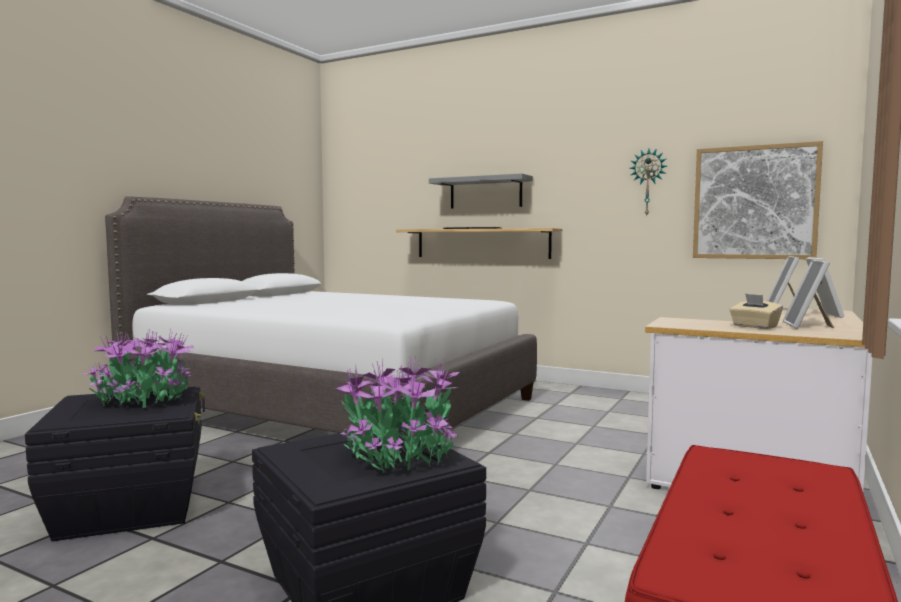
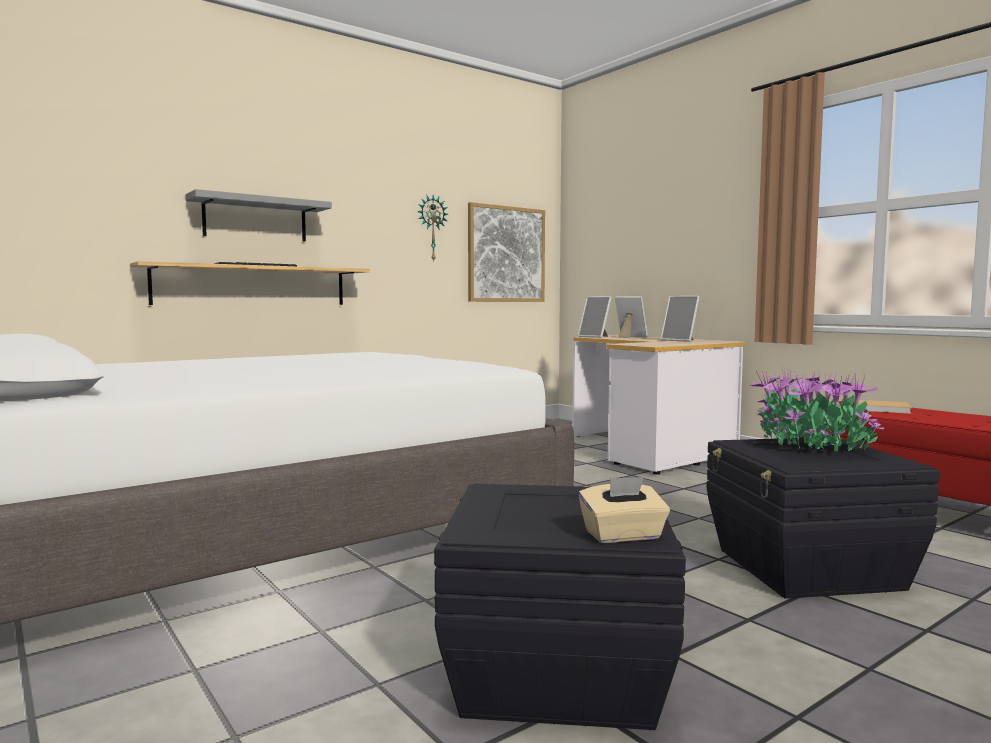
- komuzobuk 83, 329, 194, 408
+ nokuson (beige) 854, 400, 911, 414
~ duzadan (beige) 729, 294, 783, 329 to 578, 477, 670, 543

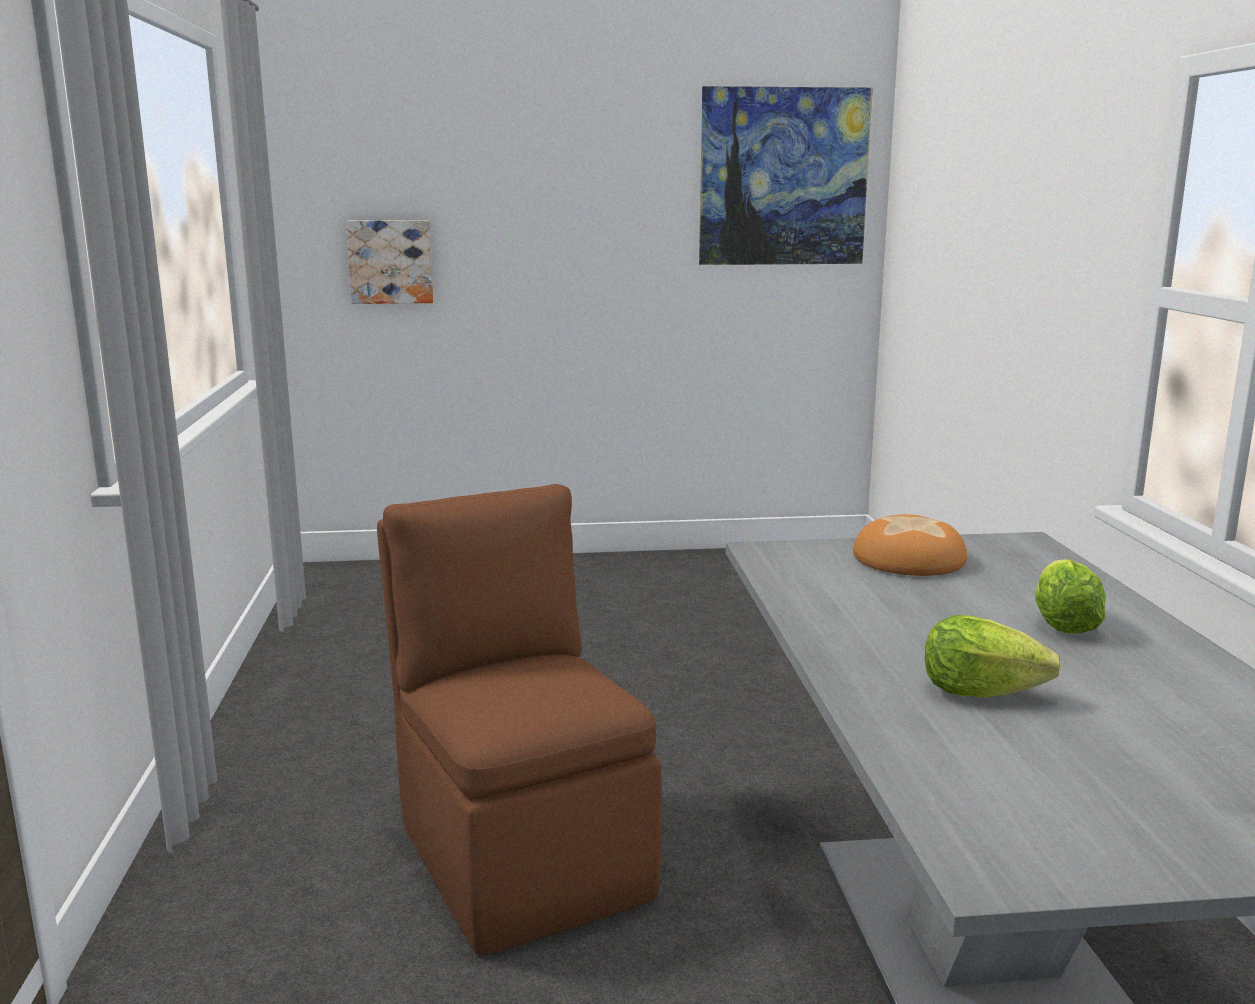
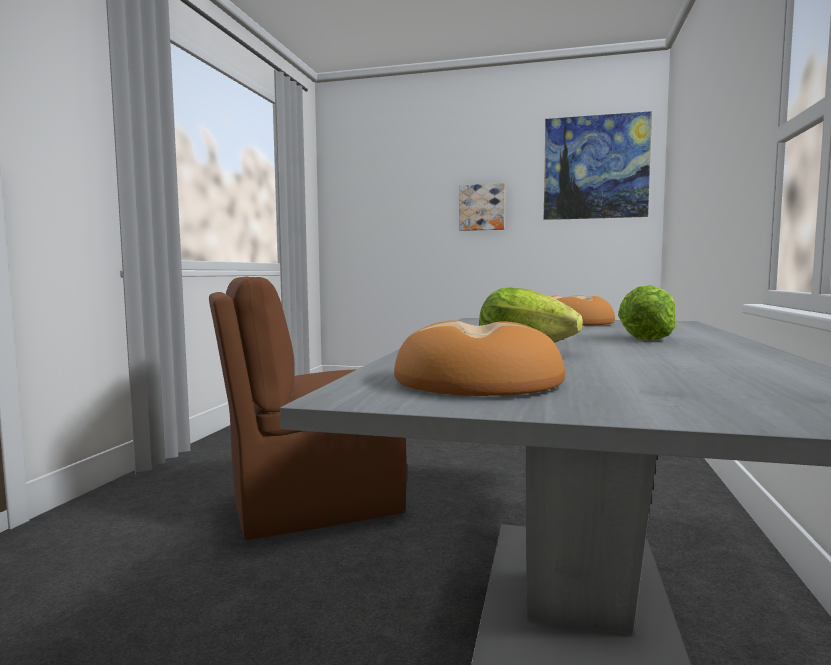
+ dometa 394, 320, 565, 396
~ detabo 346, 220, 434, 304 to 459, 183, 505, 231
~ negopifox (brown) 377, 484, 662, 956 = 209, 276, 407, 541 105 degrees counterclockwise

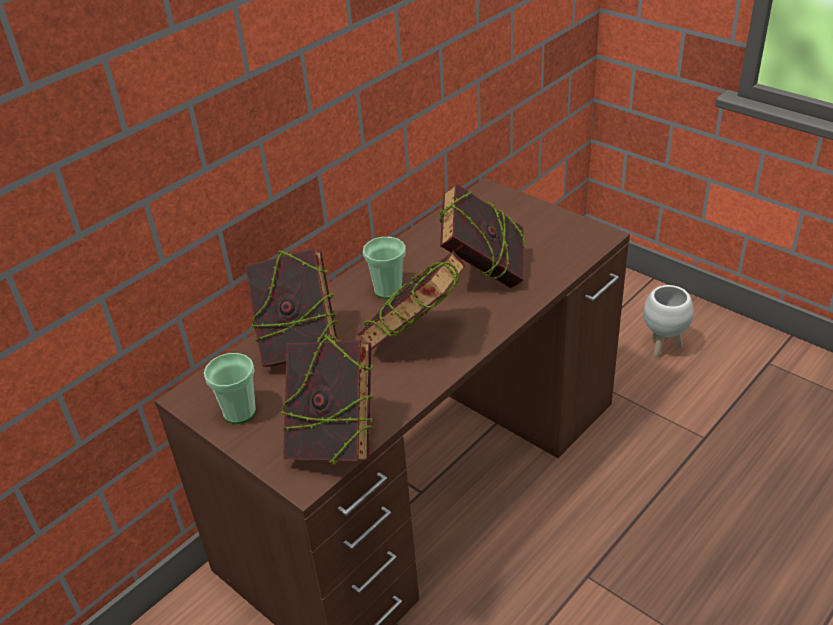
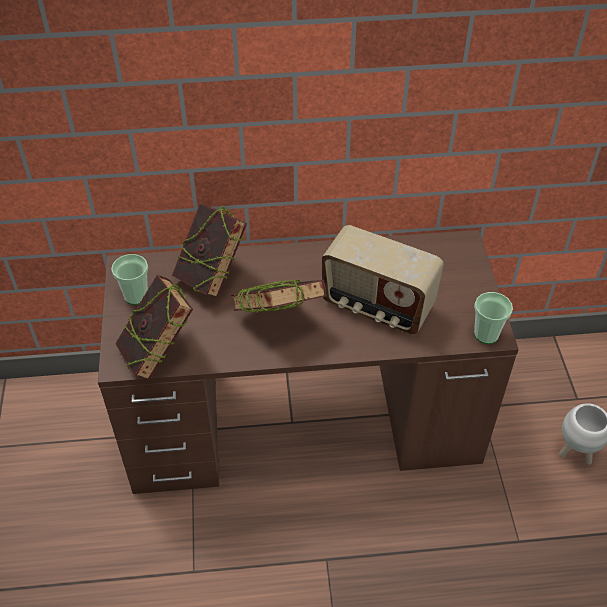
~ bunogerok 363, 237, 406, 299 to 474, 292, 513, 344
~ nokuson 439, 183, 526, 288 to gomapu 322, 225, 444, 335

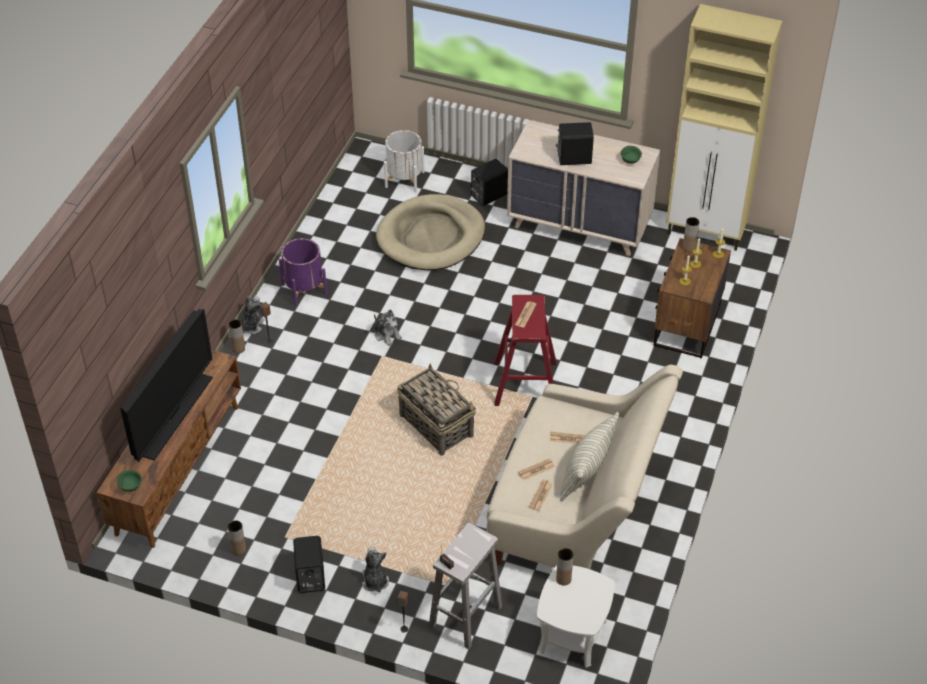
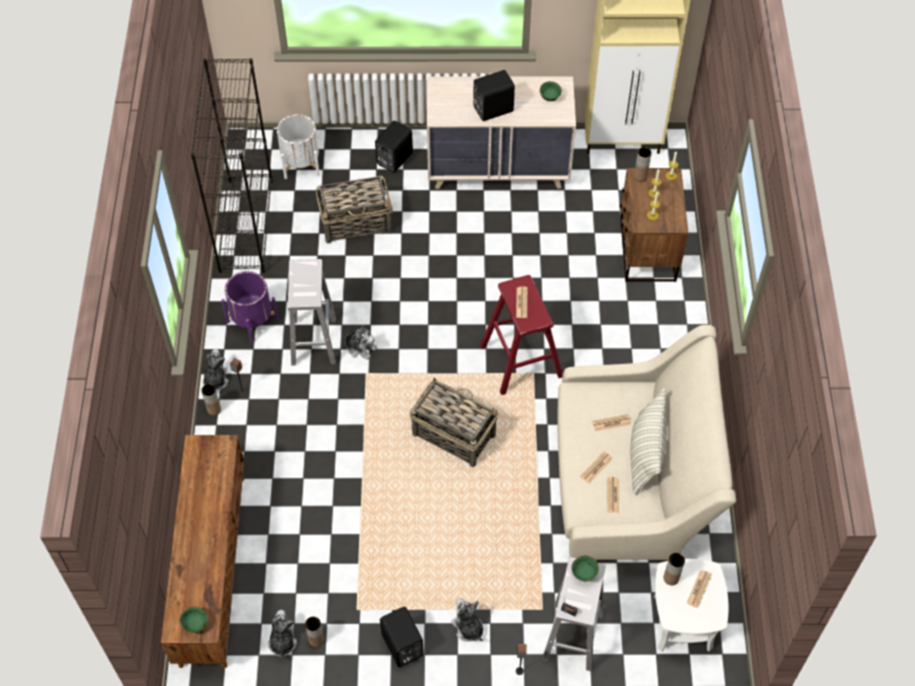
- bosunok 120, 309, 213, 462
+ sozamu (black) 191, 58, 273, 273
+ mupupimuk 268, 610, 297, 659
+ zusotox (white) 288, 259, 336, 365
+ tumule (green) 572, 555, 599, 581
+ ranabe 687, 570, 712, 608
~ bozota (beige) 376, 194, 485, 270 to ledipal 316, 176, 393, 244

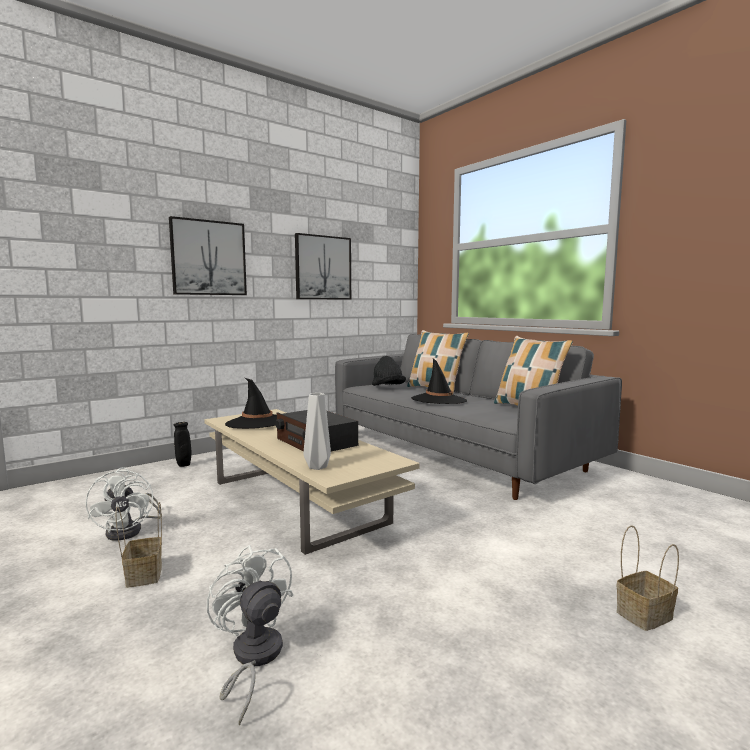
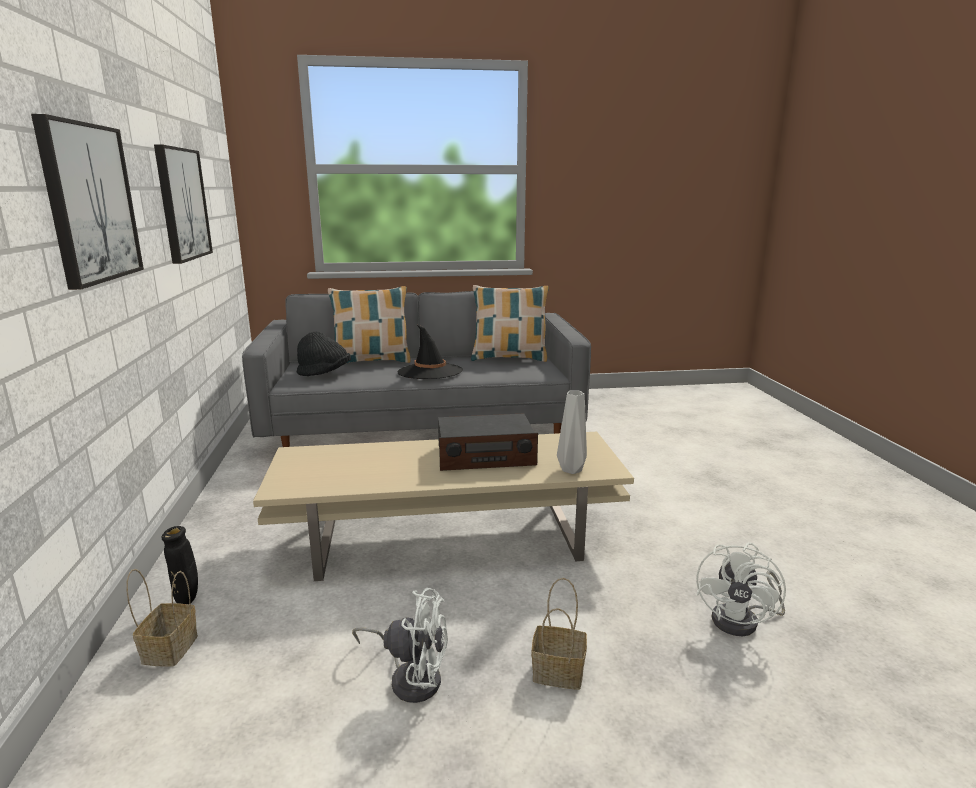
- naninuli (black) 225, 378, 277, 429
~ ledipal 617, 525, 679, 631 to 126, 569, 198, 666
~ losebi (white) 206, 545, 293, 726 = 696, 543, 786, 636 60 degrees counterclockwise

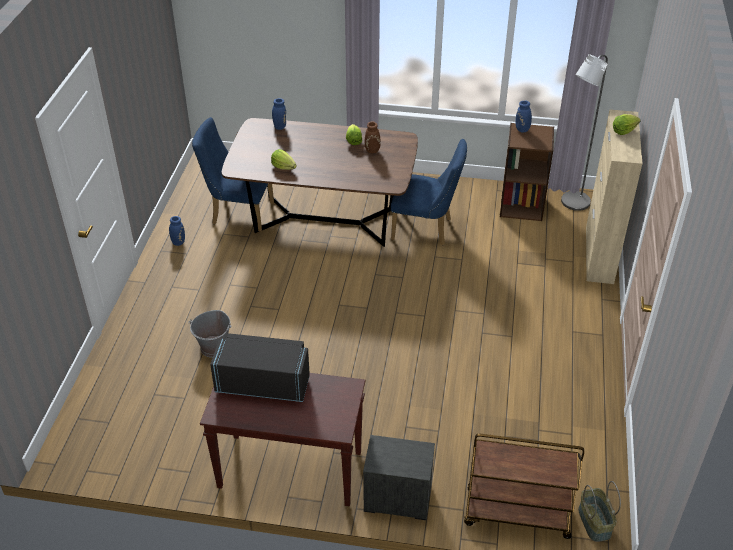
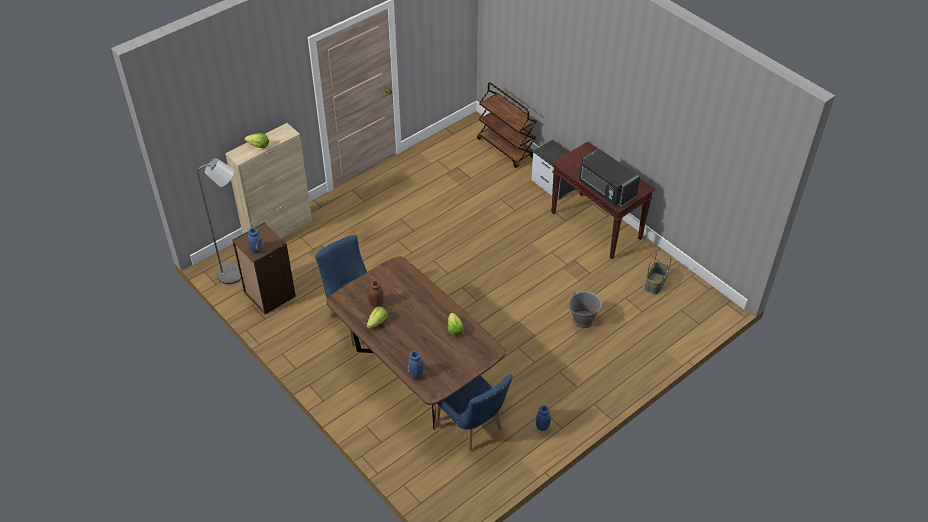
~ ledipal 578, 481, 621, 542 to 645, 252, 671, 294

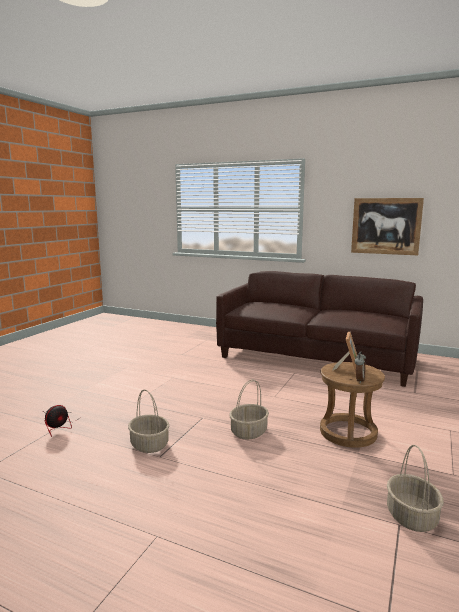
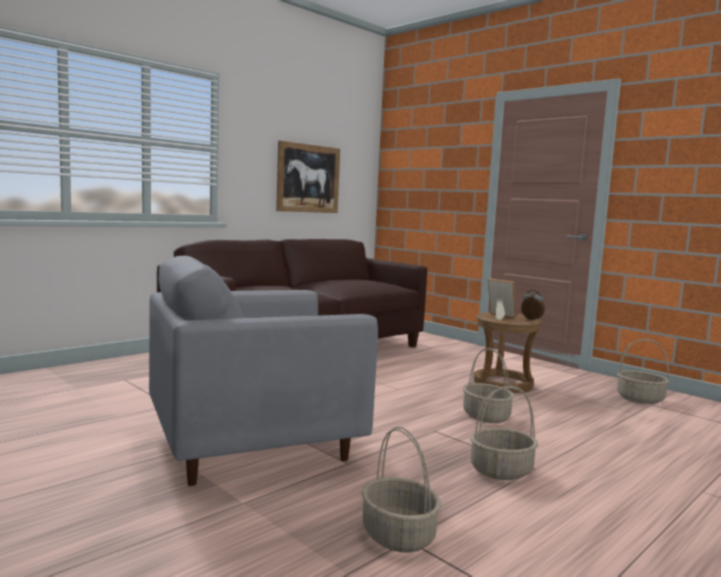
+ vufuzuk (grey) 149, 256, 378, 486
~ losebi 45, 405, 79, 437 to ledipal 362, 426, 441, 553

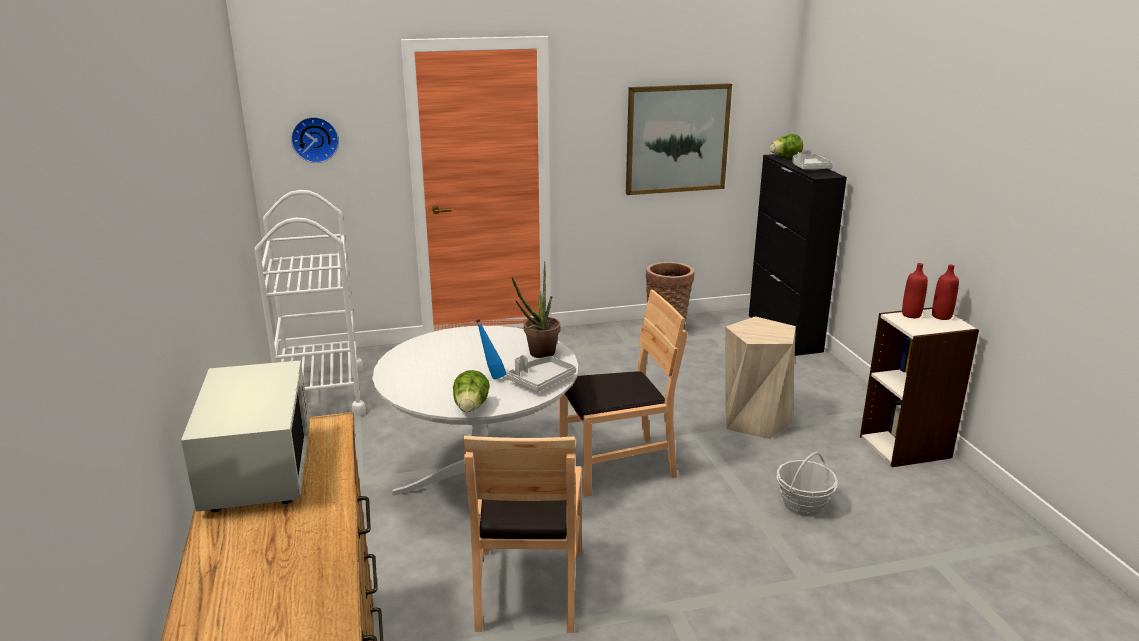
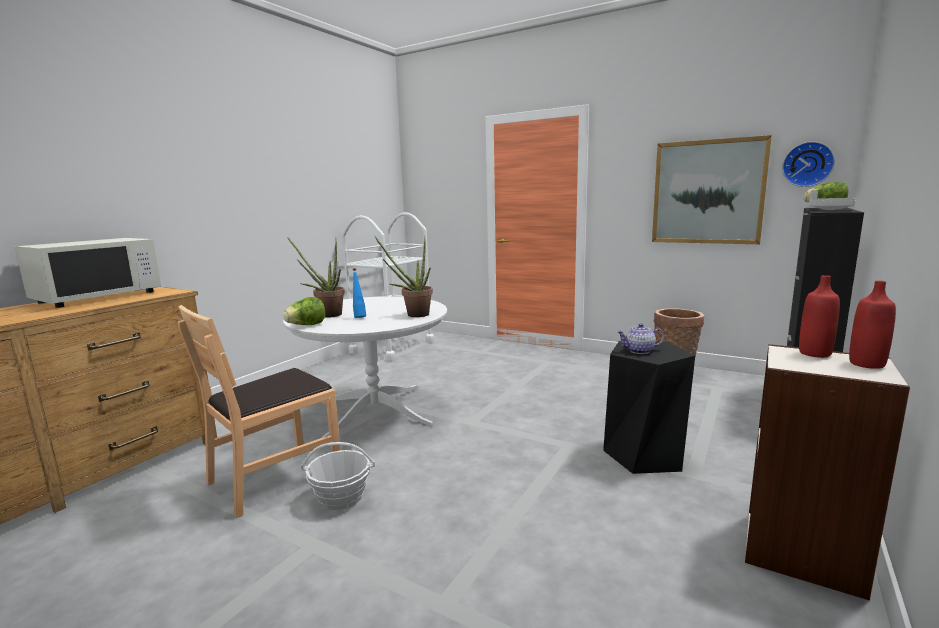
- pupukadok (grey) 507, 355, 576, 392
- negopifox (brown) 559, 290, 687, 497
+ komuzobuk 287, 237, 345, 318
+ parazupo 617, 323, 664, 354
~ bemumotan 291, 117, 339, 163 to 782, 142, 835, 187
~ ledipal 777, 452, 838, 516 to 301, 442, 375, 510
~ zusotox (beige) 725, 316, 796, 439 to zusotox (black) 603, 341, 695, 474

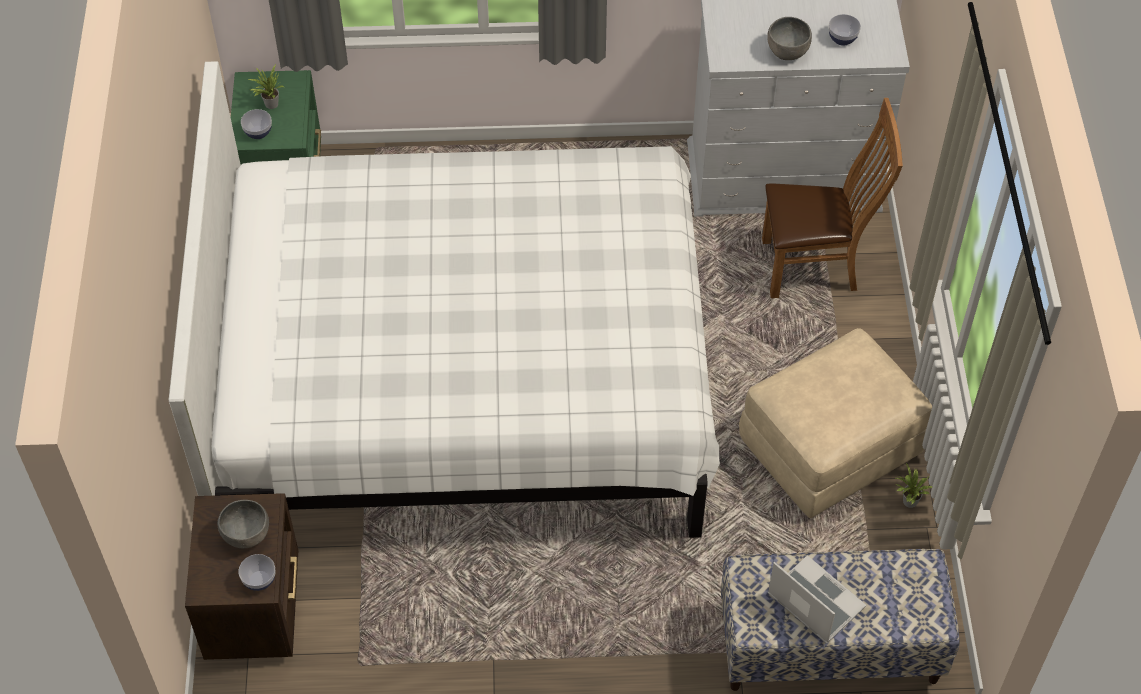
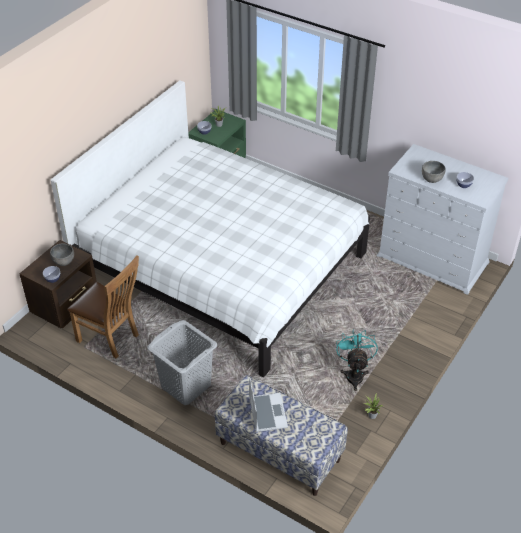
+ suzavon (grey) 147, 320, 218, 405
~ negopifox (brown) 762, 98, 903, 298 to 67, 256, 139, 358
~ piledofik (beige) 739, 328, 932, 519 to losebi (turquoise) 336, 329, 378, 391

